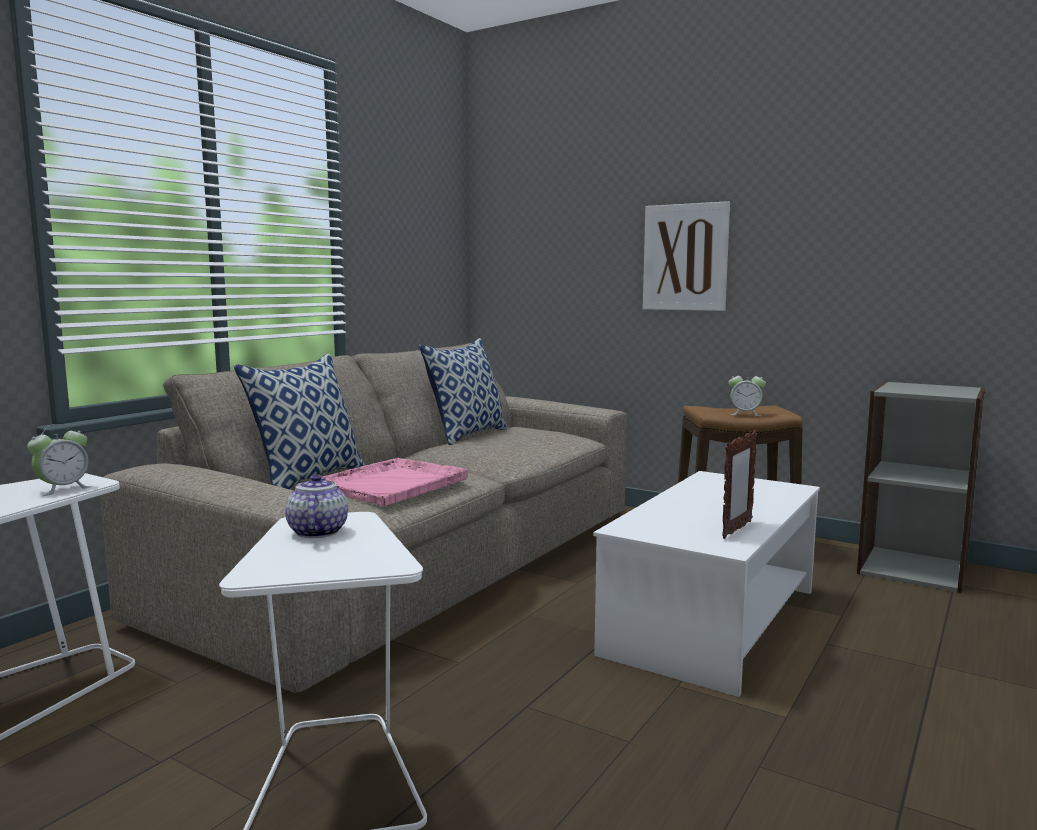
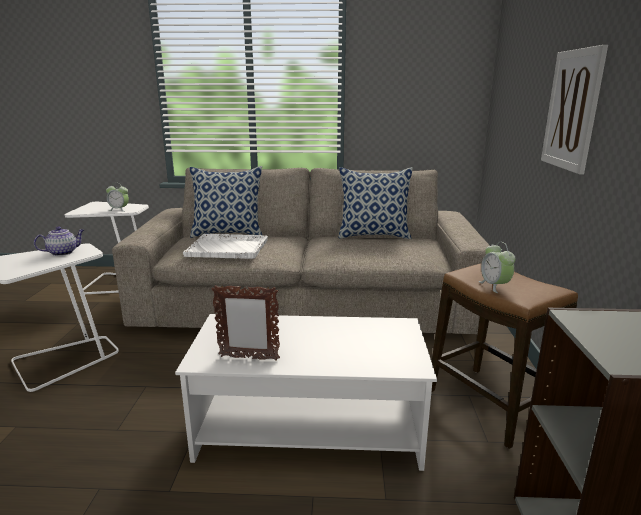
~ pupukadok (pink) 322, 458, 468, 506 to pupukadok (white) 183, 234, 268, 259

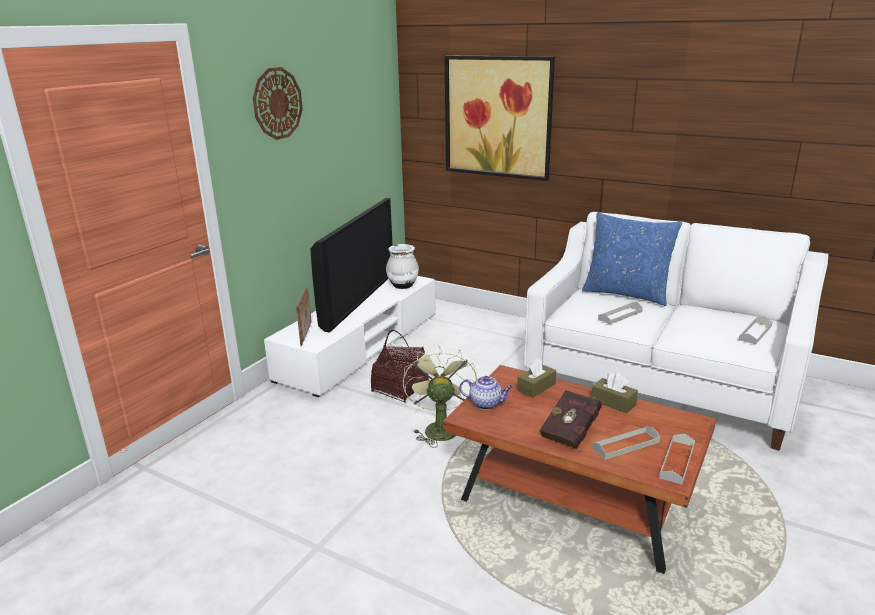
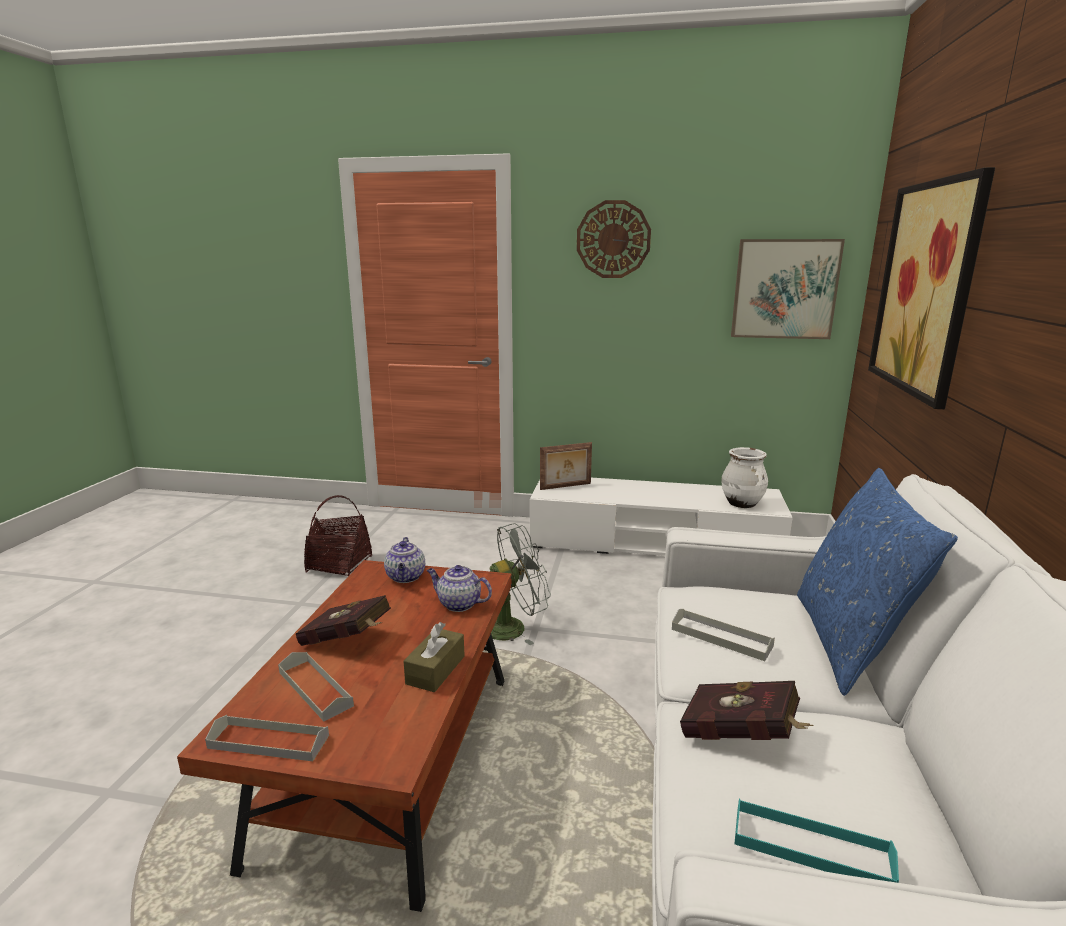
- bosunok 310, 198, 393, 333
+ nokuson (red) 680, 681, 814, 740
+ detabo 731, 239, 845, 339
~ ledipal 371, 330, 429, 403 to 304, 495, 372, 576
~ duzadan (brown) 517, 359, 556, 398 to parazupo 427, 565, 492, 612
~ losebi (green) 403, 345, 477, 448 to losebi (grey) 490, 523, 551, 645
~ pupukadok (grey) 739, 316, 773, 344 to pupukadok (turquoise) 734, 799, 899, 883

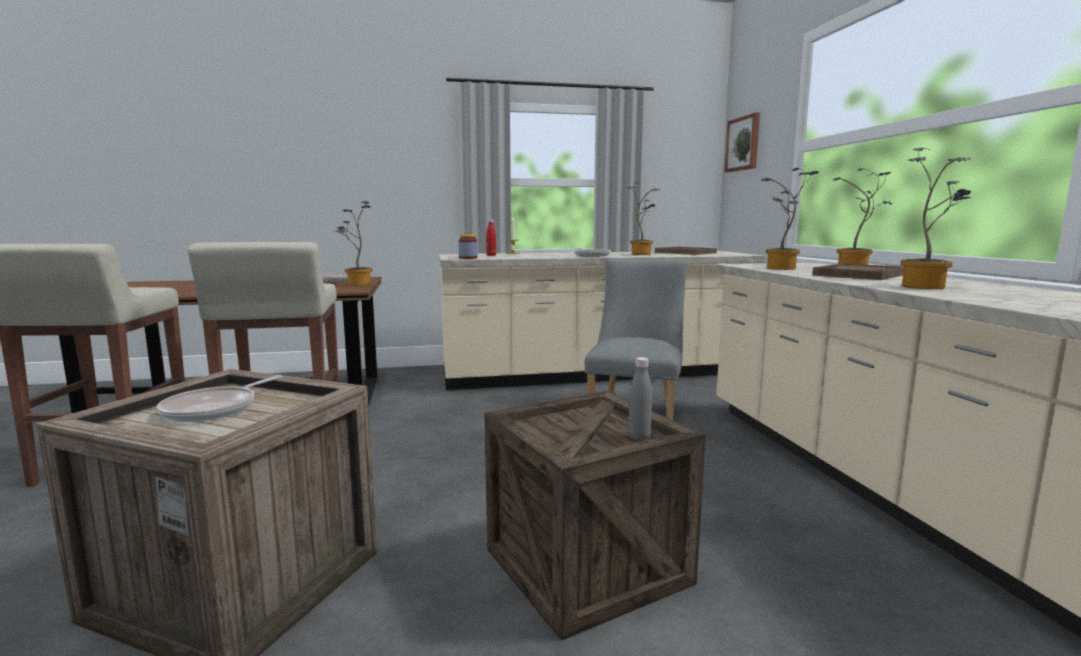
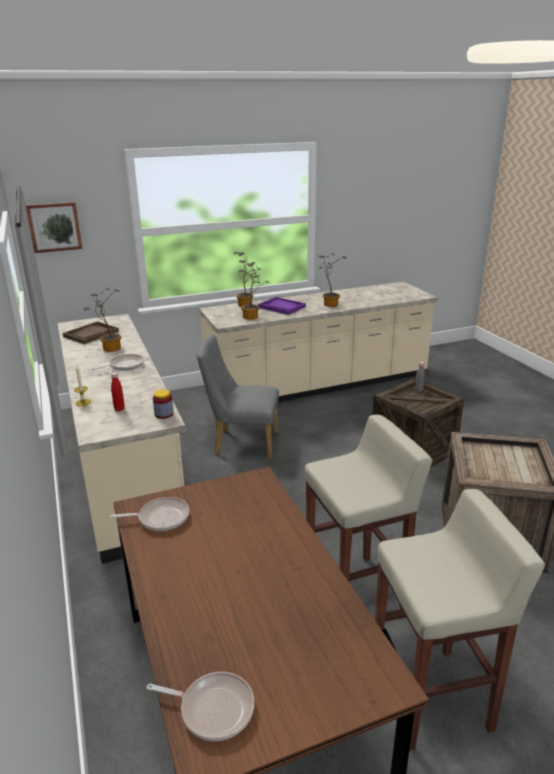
- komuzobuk 335, 201, 372, 286
~ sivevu 157, 375, 282, 422 to 147, 672, 254, 741
~ pupukadok (brown) 812, 263, 904, 280 to pupukadok (purple) 258, 297, 306, 315

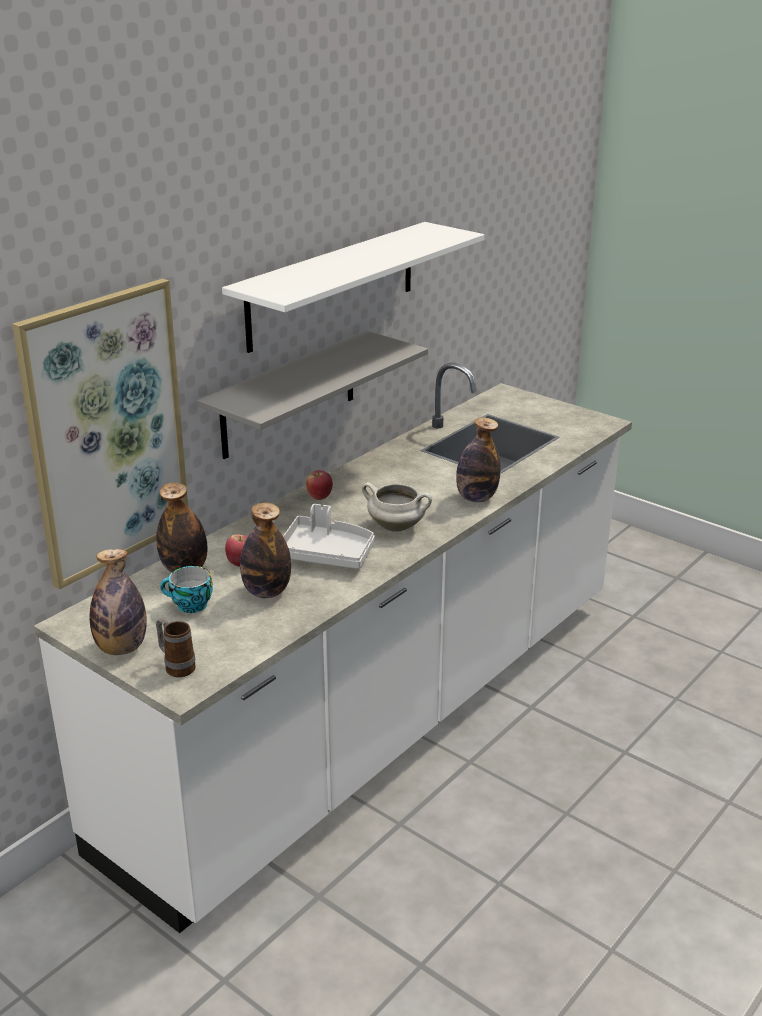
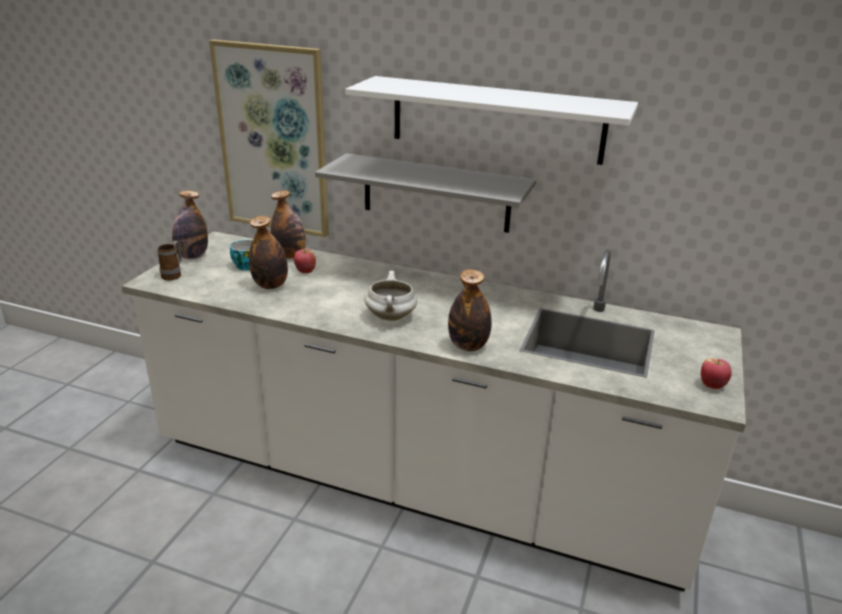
- pupukadok (grey) 283, 504, 375, 569
~ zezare 306, 470, 333, 500 to 701, 358, 732, 389

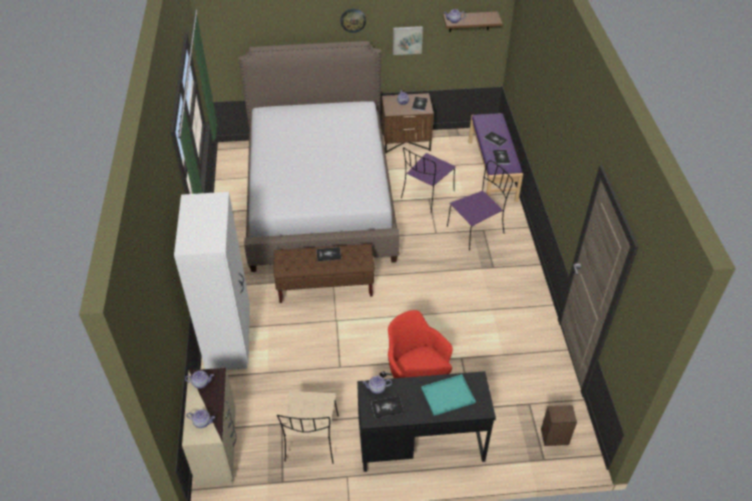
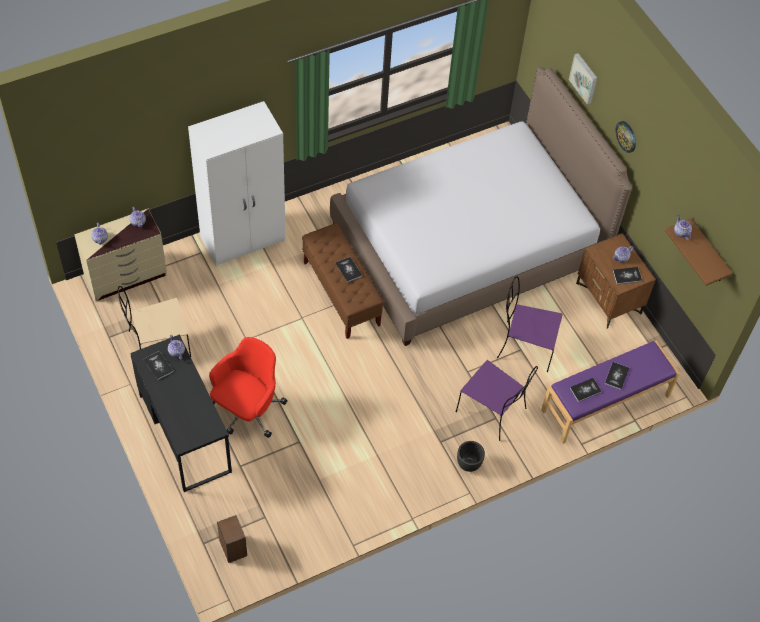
- pupukadok (turquoise) 421, 374, 476, 416
+ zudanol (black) 457, 441, 485, 472
~ detabo 393, 26, 423, 55 to 569, 53, 597, 104

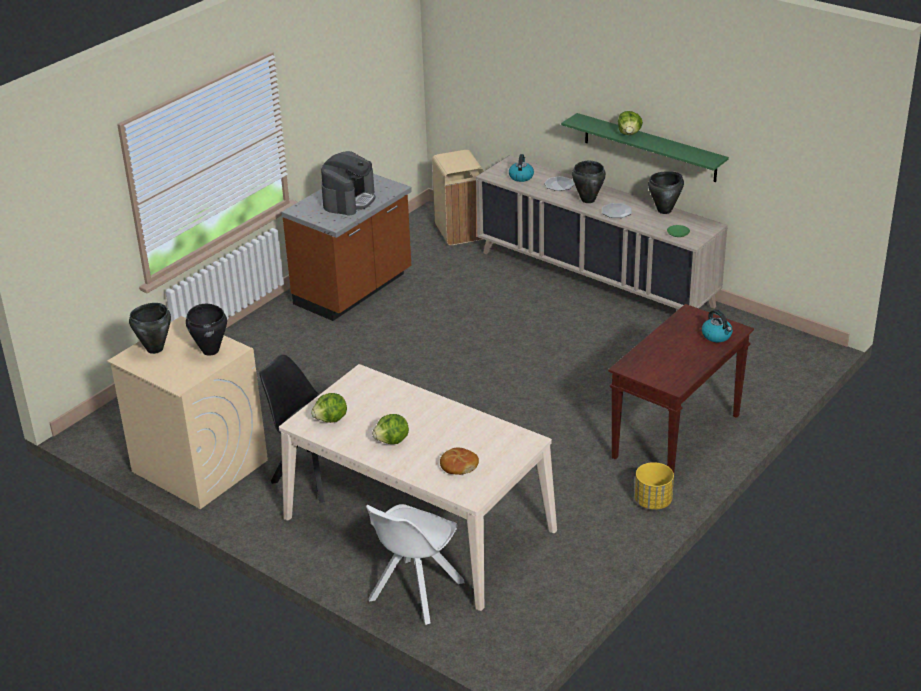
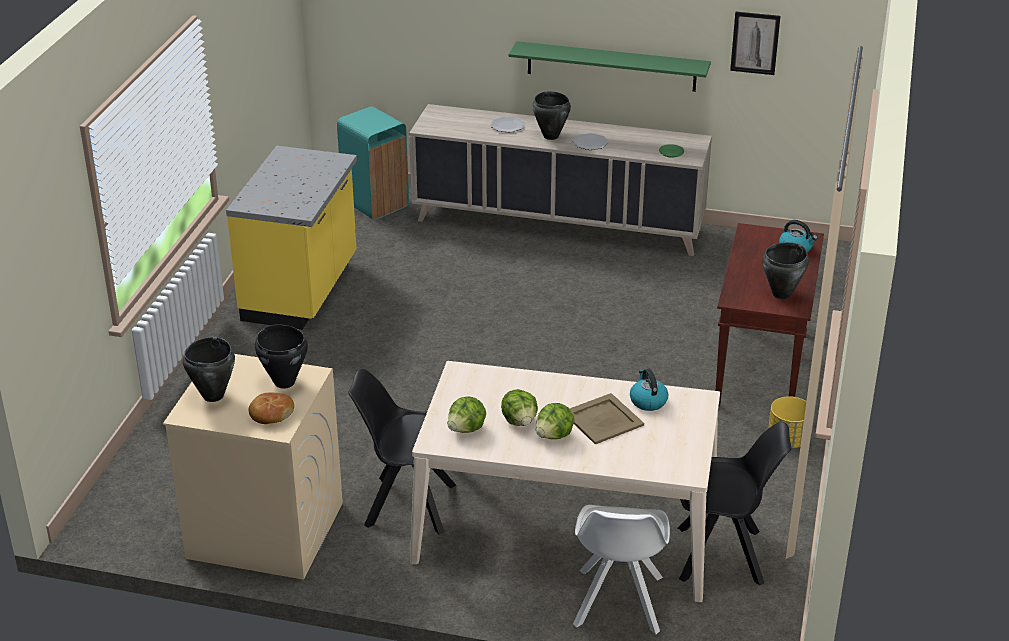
- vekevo 321, 151, 375, 215
+ pupukadok (beige) 570, 393, 644, 445
+ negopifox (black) 678, 422, 792, 586
+ detabo 730, 12, 780, 75
~ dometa 440, 447, 479, 475 to 249, 392, 294, 424
~ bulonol 509, 154, 534, 182 to 630, 369, 668, 411
~ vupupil 618, 111, 643, 135 to 501, 389, 538, 426
~ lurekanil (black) 648, 171, 684, 214 to 762, 242, 809, 299
~ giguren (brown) 281, 174, 412, 321 to giguren (yellow) 226, 146, 357, 330
~ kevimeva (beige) 432, 150, 484, 245 to kevimeva (turquoise) 337, 106, 409, 220

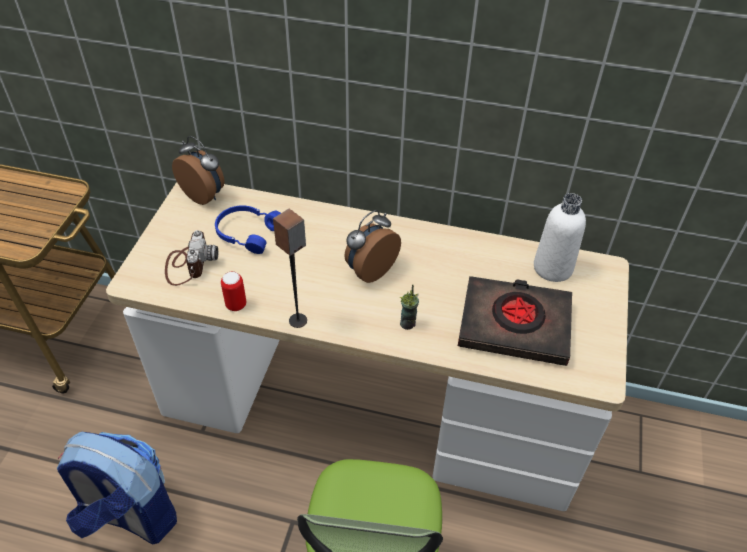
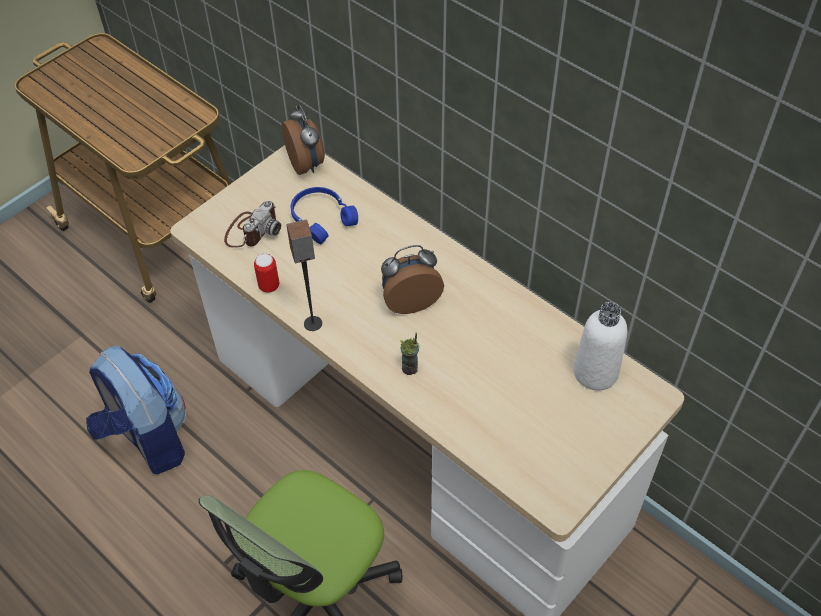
- nokuson (black) 458, 276, 572, 366

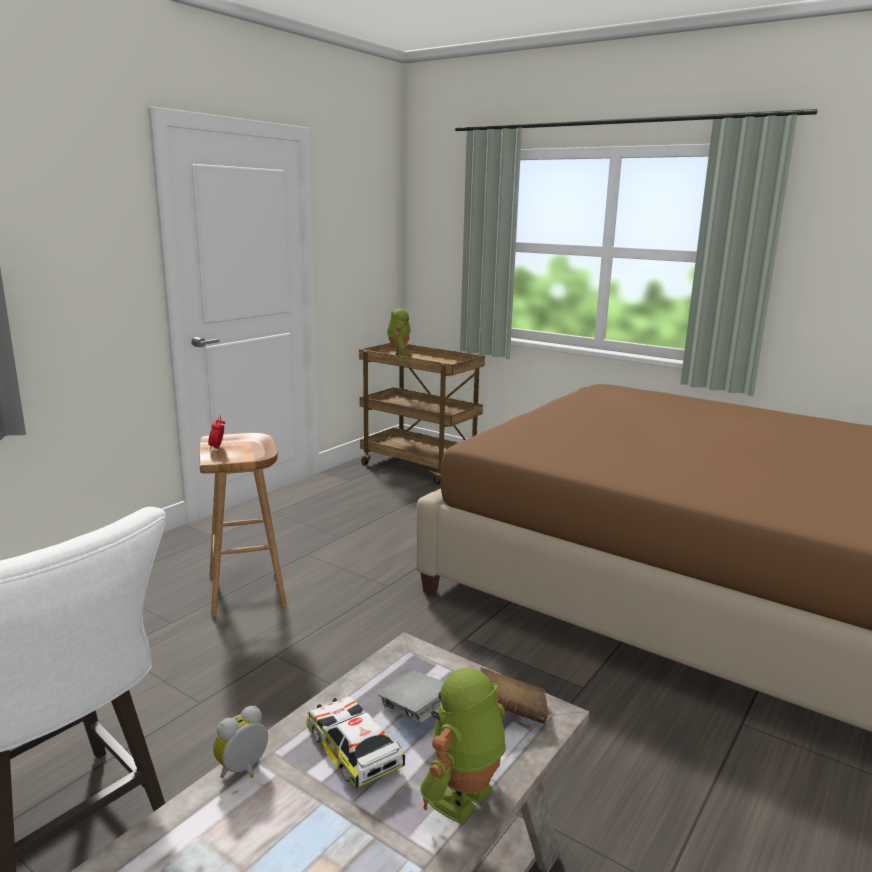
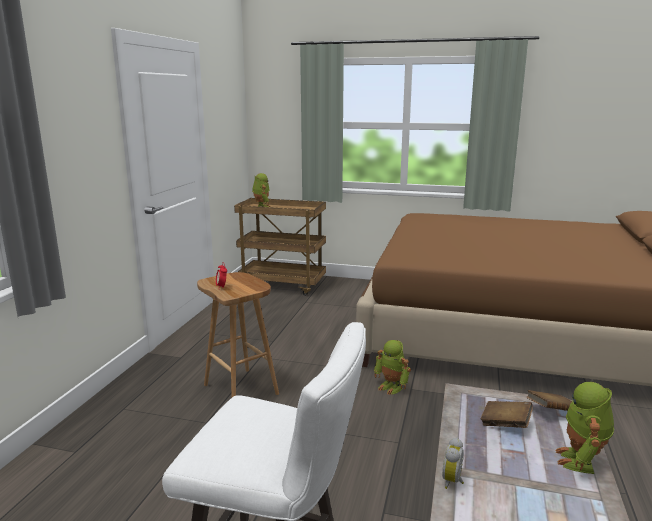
- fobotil 306, 696, 405, 789
+ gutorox 374, 340, 411, 395
~ nokuson (grey) 378, 670, 444, 723 to nokuson (brown) 481, 401, 533, 428

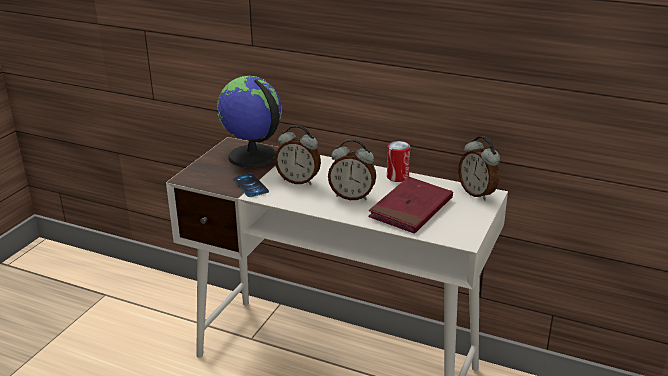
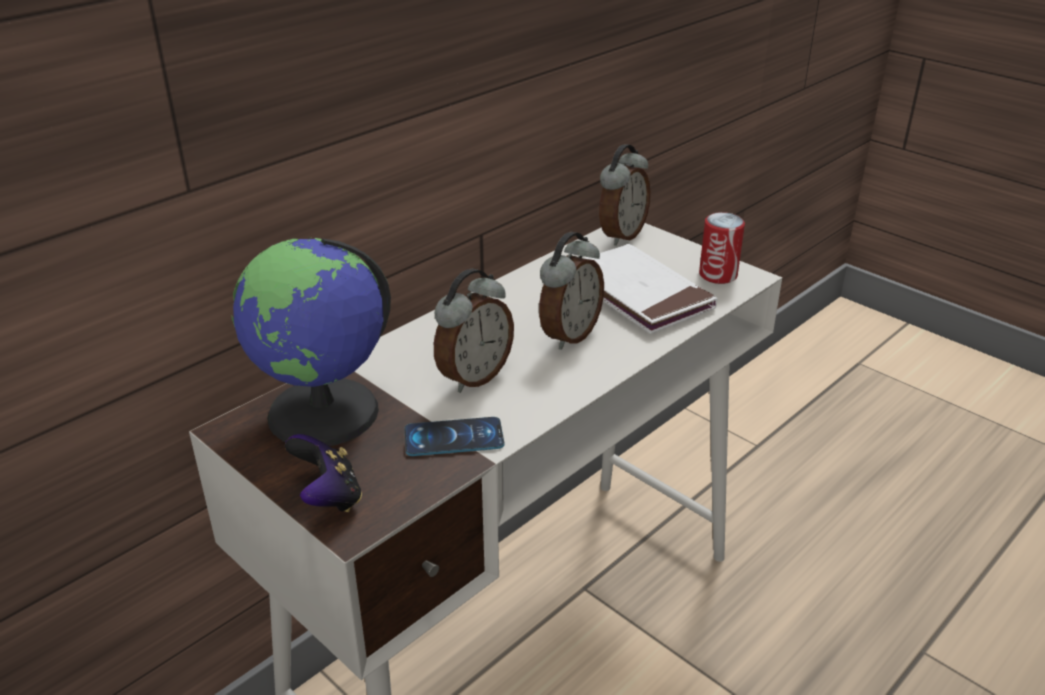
+ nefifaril 285, 434, 362, 512
~ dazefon 387, 141, 410, 182 to 699, 212, 745, 284
~ nokuson (red) 368, 177, 453, 233 to nokuson (white) 584, 244, 718, 334
~ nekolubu 458, 136, 500, 201 = 599, 144, 651, 246 45 degrees counterclockwise

